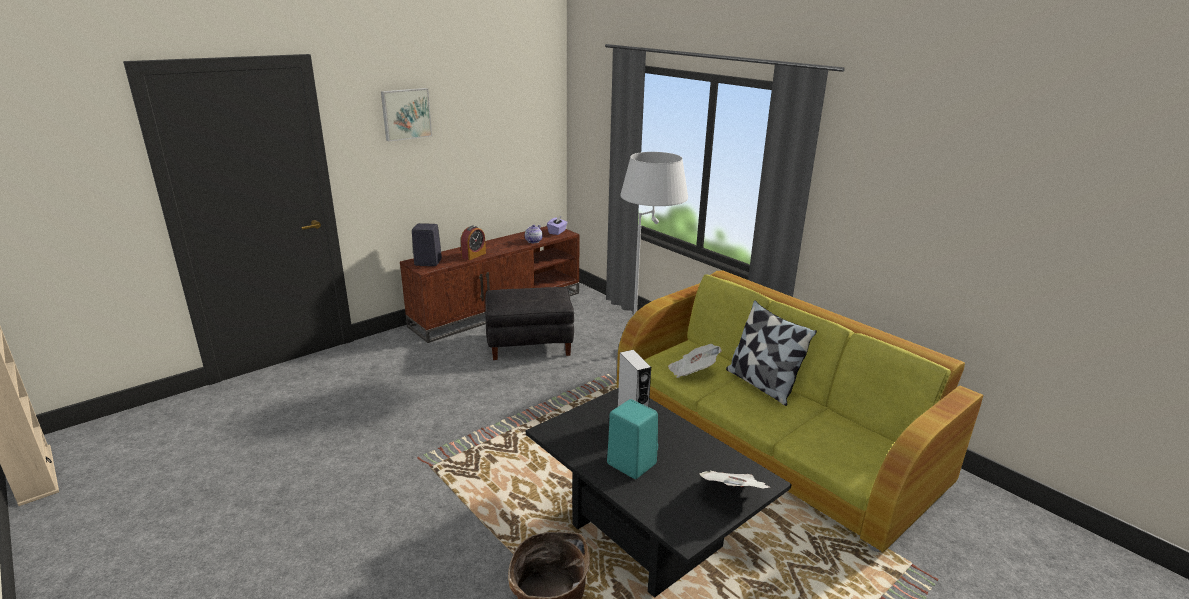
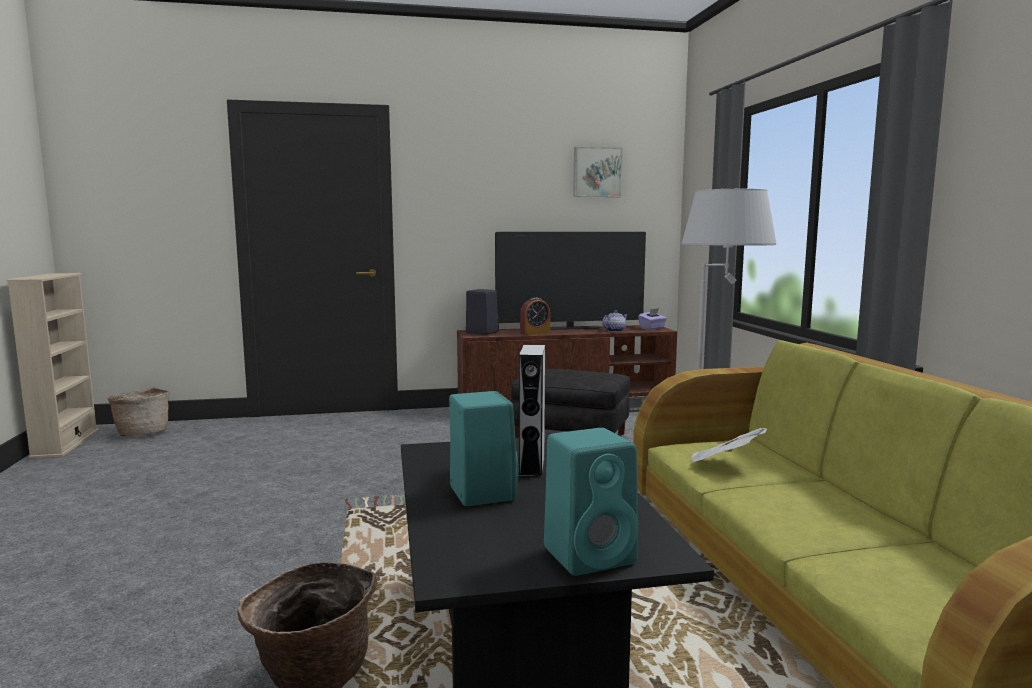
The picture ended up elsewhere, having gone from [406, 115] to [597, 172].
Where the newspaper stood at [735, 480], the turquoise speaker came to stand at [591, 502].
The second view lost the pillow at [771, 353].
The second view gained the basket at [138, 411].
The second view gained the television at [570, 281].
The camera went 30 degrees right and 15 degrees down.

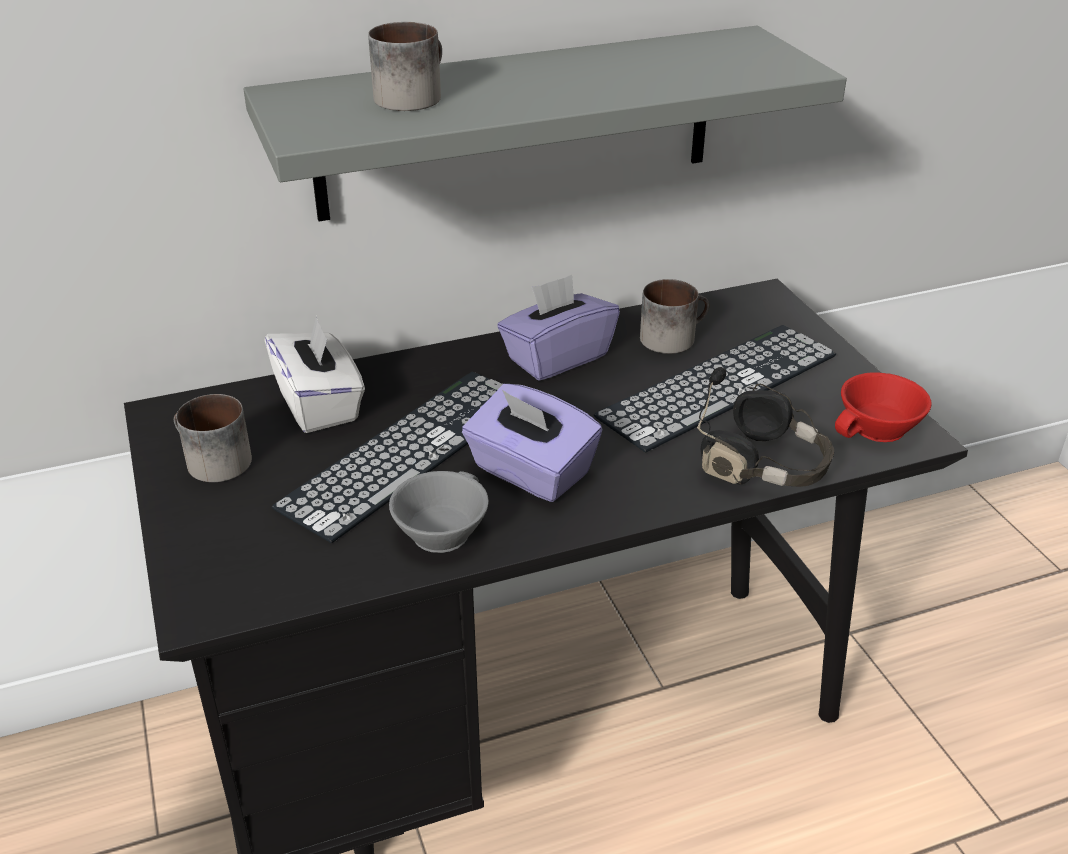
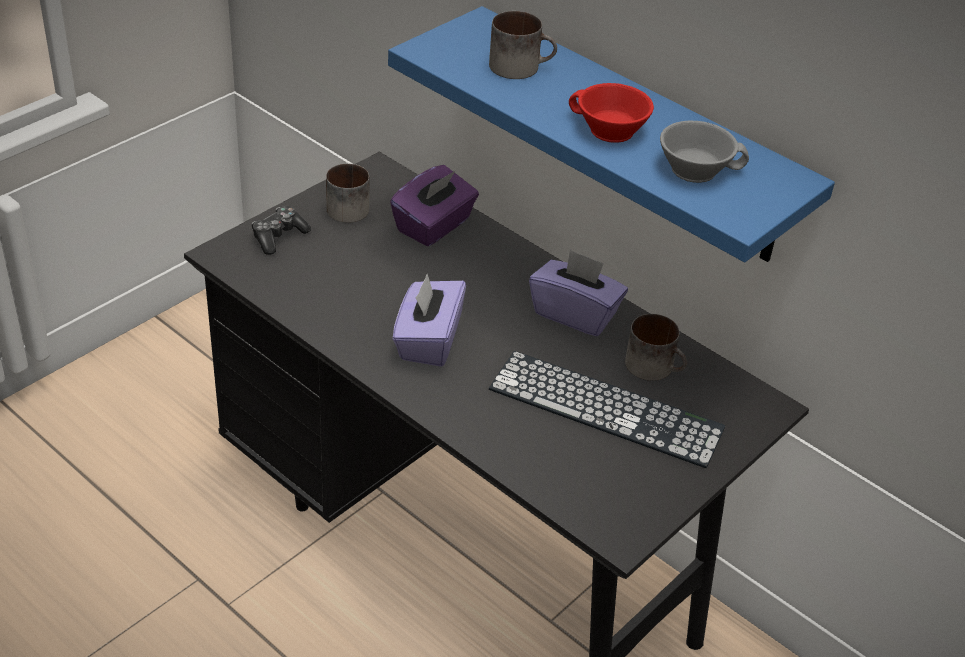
What was the grey shelf at [545, 123] turned into the blue shelf at [611, 134].
What was the white tissue box at [315, 374] turned into the purple tissue box at [434, 205].
The second view lost the keyboard at [387, 457].
The grey cup ended up elsewhere, having gone from [439, 512] to [704, 152].
The second view lost the black headphones at [765, 427].
The red cup ended up elsewhere, having gone from [883, 407] to [611, 113].
The second view gained the game controller at [281, 230].
The camera went 60 degrees right and 5 degrees up.

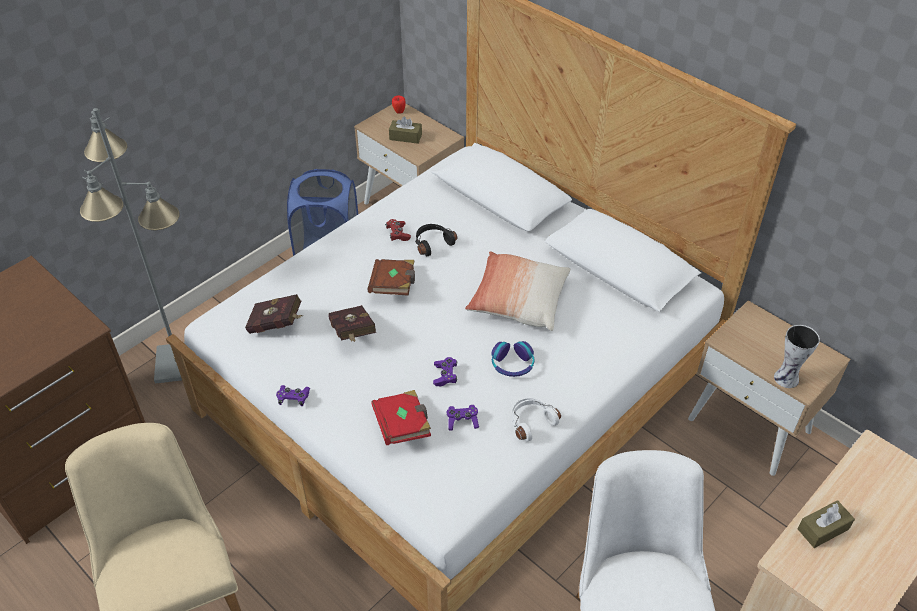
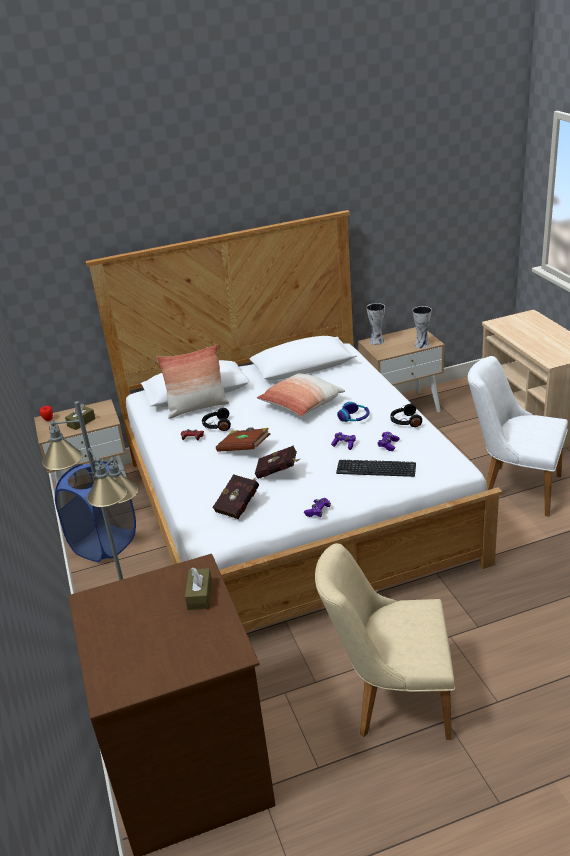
Where the red book stood at [401, 417], the keyboard came to stand at [376, 468].
What was the white headphones at [536, 420] turned into the black headphones at [406, 415].
The brown tissue box ended up elsewhere, having gone from [826, 524] to [198, 588].
The second view gained the pillow at [192, 381].
The second view gained the vase at [375, 324].
The camera went 60 degrees left and 15 degrees down.

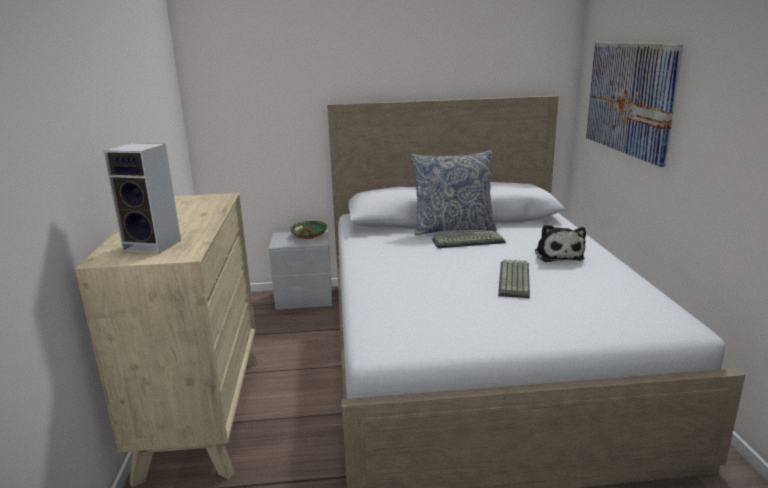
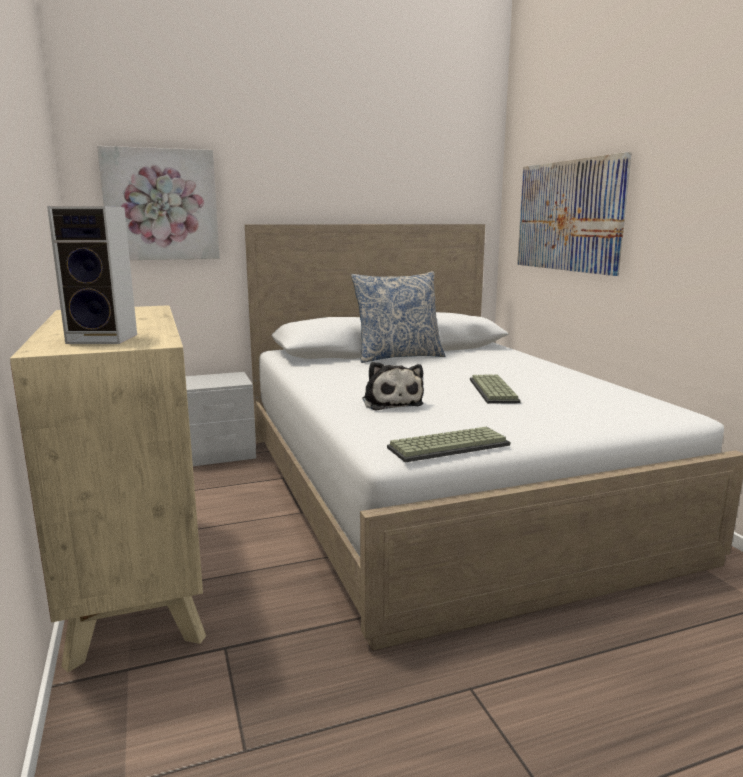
The second view lost the green bowl at [308, 230].
The keyboard ended up elsewhere, having gone from [469, 239] to [448, 444].
The plush toy ended up elsewhere, having gone from [560, 243] to [393, 386].
The second view gained the picture at [158, 203].
The camera went 15 degrees left and 5 degrees down.

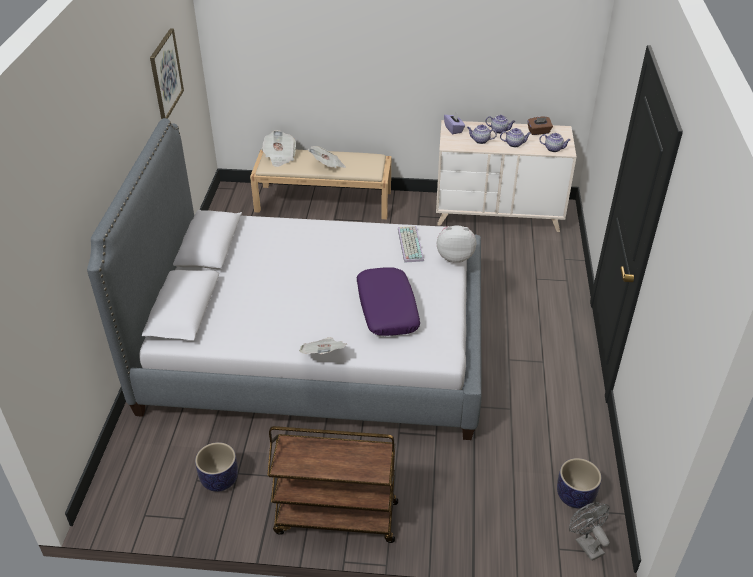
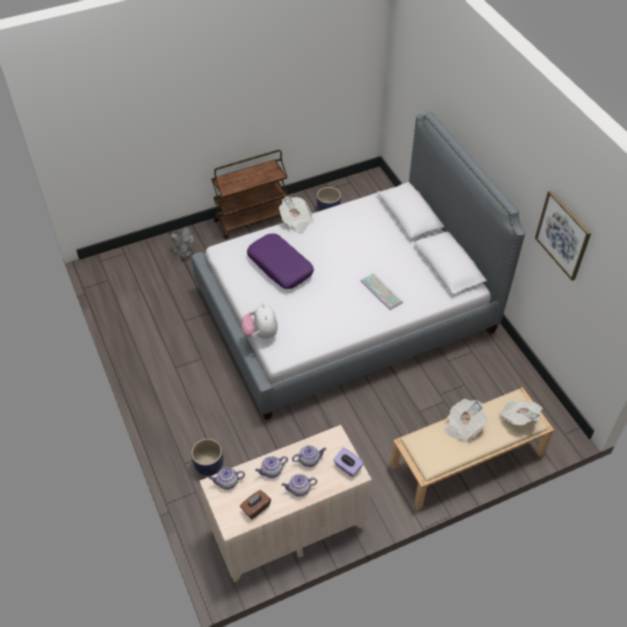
The keyboard ended up elsewhere, having gone from [411, 244] to [382, 291].
The plush toy at [456, 244] ended up facing another way, 105 degrees clockwise from before.
The planter ended up elsewhere, having gone from [579, 483] to [207, 457].
The grey fan ended up elsewhere, having gone from [589, 531] to [182, 243].
The camera went 150 degrees right and 10 degrees up.

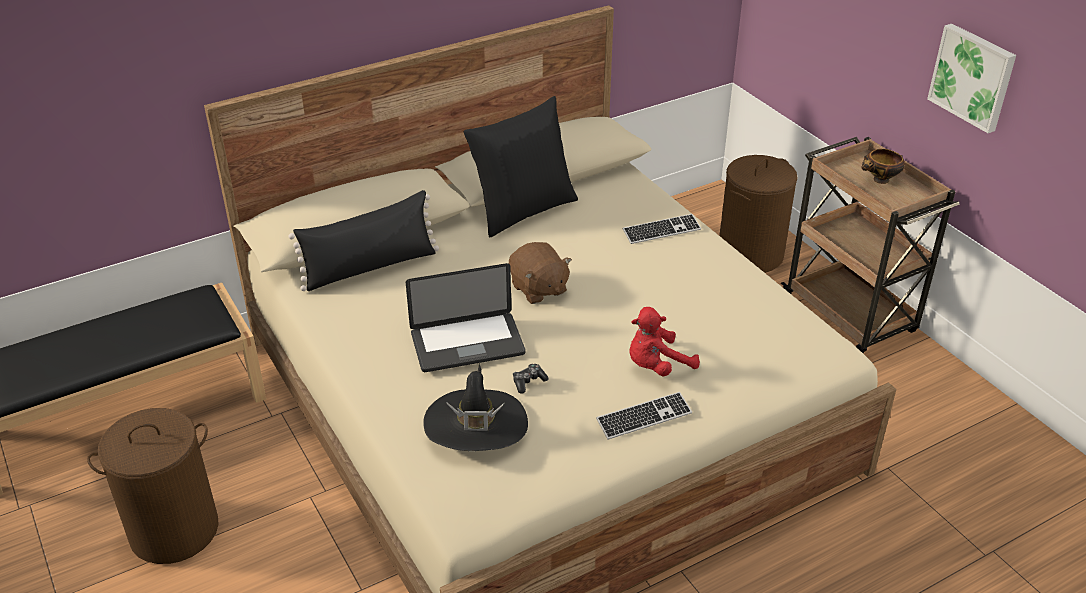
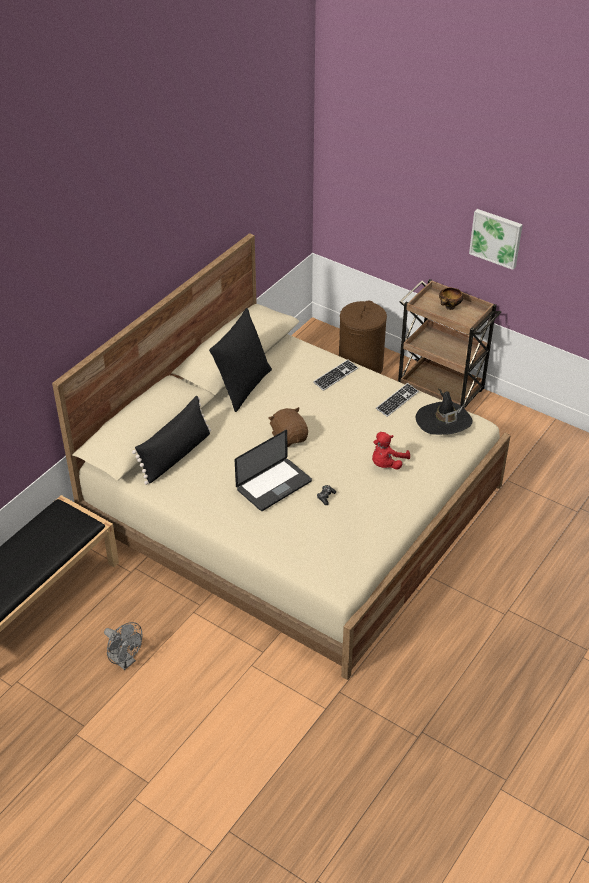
Where the brown laundry basket stood at [153, 486], the grey fan came to stand at [123, 646].
The black hat ended up elsewhere, having gone from [475, 407] to [444, 411].
The brown plush toy at [540, 273] ended up facing another way, 150 degrees counterclockwise from before.
The keyboard ended up elsewhere, having gone from [644, 415] to [397, 400].
The camera went 25 degrees left and 5 degrees up.

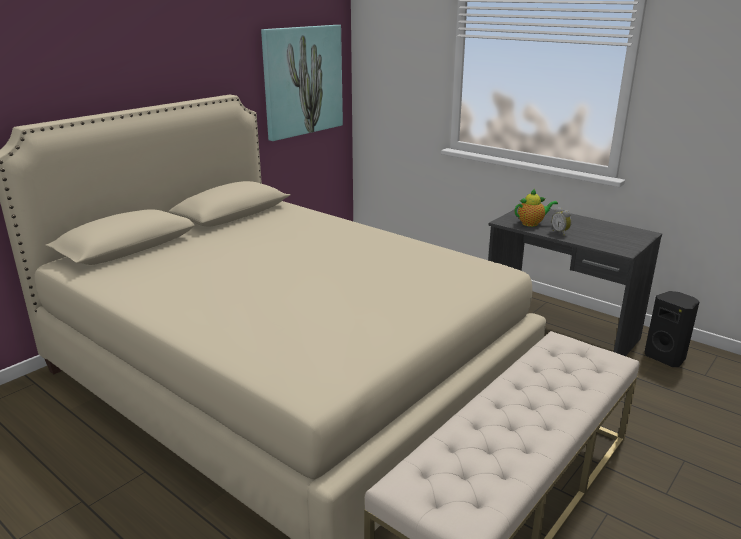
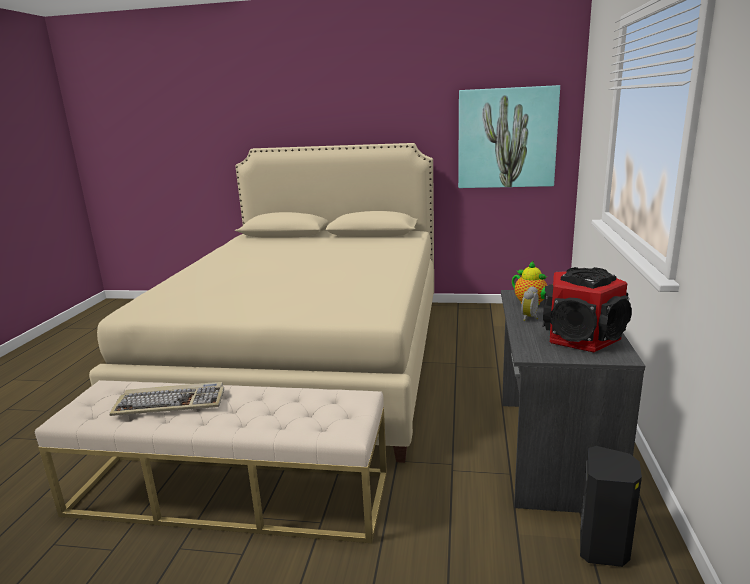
The second view gained the keyboard at [166, 399].
The second view gained the speaker at [587, 309].
The camera went 60 degrees right and 5 degrees down.

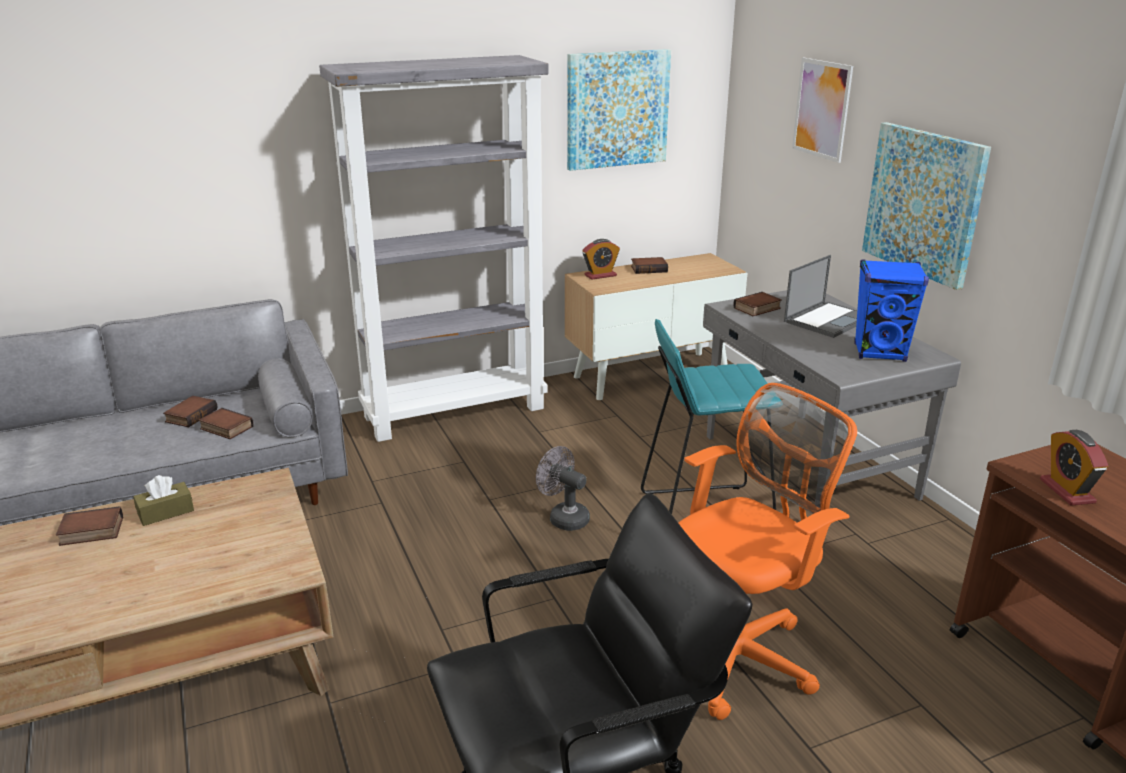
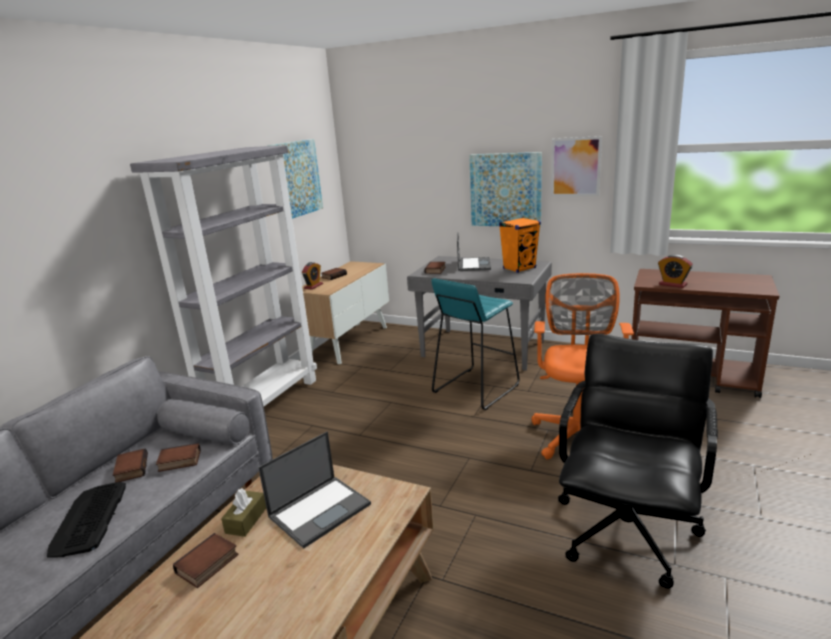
The second view lost the grey fan at [563, 488].
The picture ended up elsewhere, having gone from [822, 110] to [576, 166].
What was the blue speaker at [891, 310] turned into the orange speaker at [520, 245].
The second view gained the keyboard at [86, 520].
The second view gained the laptop at [314, 490].
The camera went 40 degrees left and 5 degrees down.

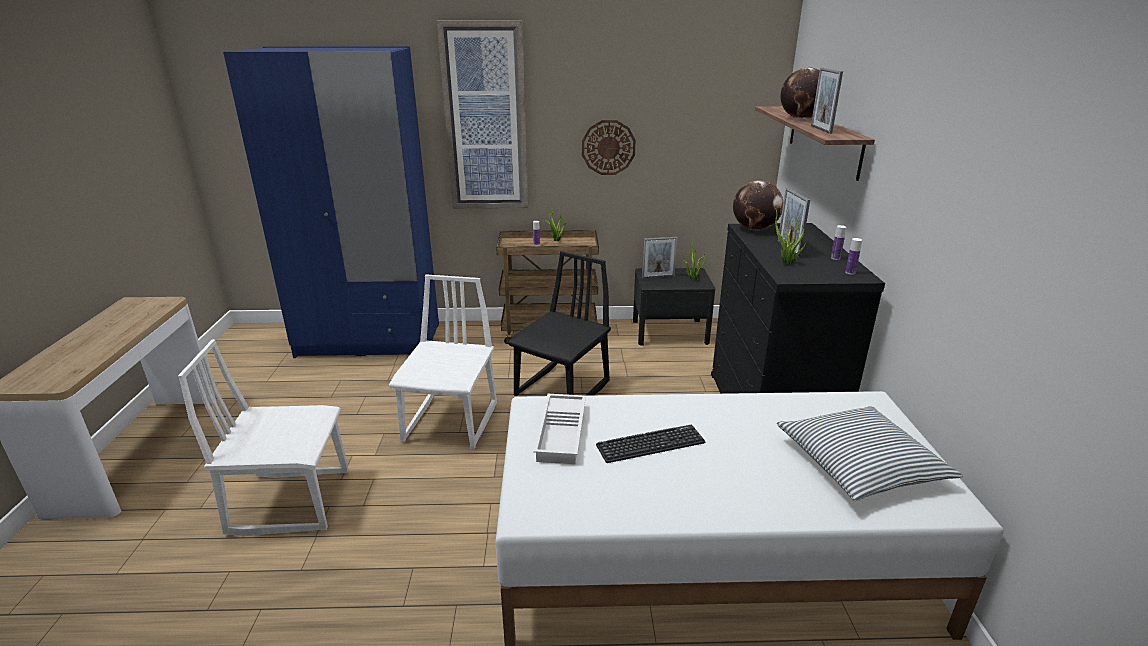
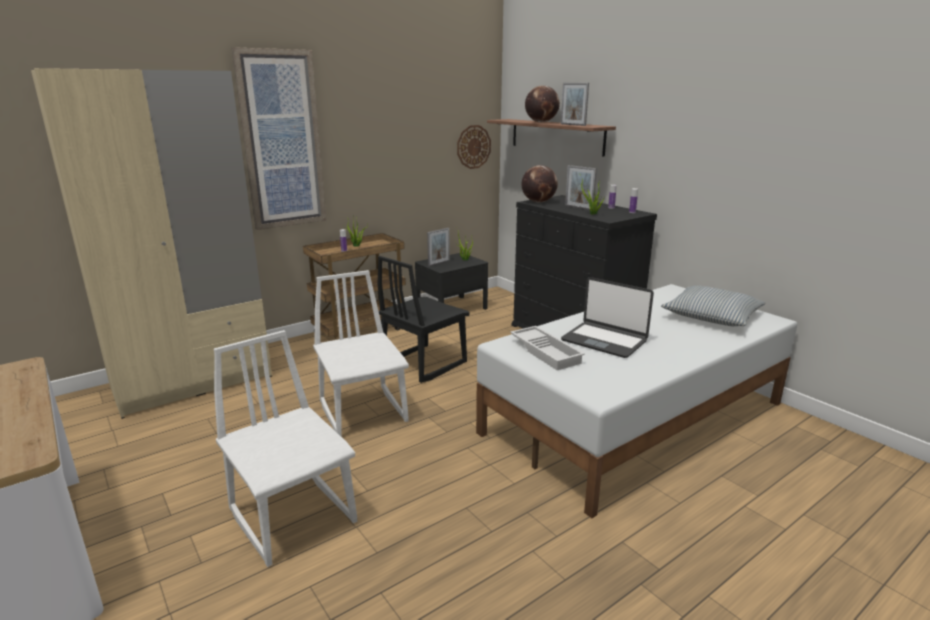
The white chair at [263, 437] ended up facing another way, 90 degrees clockwise from before.
What was the blue wardrobe at [331, 202] turned into the beige wardrobe at [151, 243].
The black chair at [559, 323] ended up facing another way, 135 degrees counterclockwise from before.
The wall clock ended up elsewhere, having gone from [609, 147] to [474, 147].
Where the keyboard stood at [650, 444], the laptop came to stand at [607, 317].
The camera went 35 degrees left and 5 degrees down.

